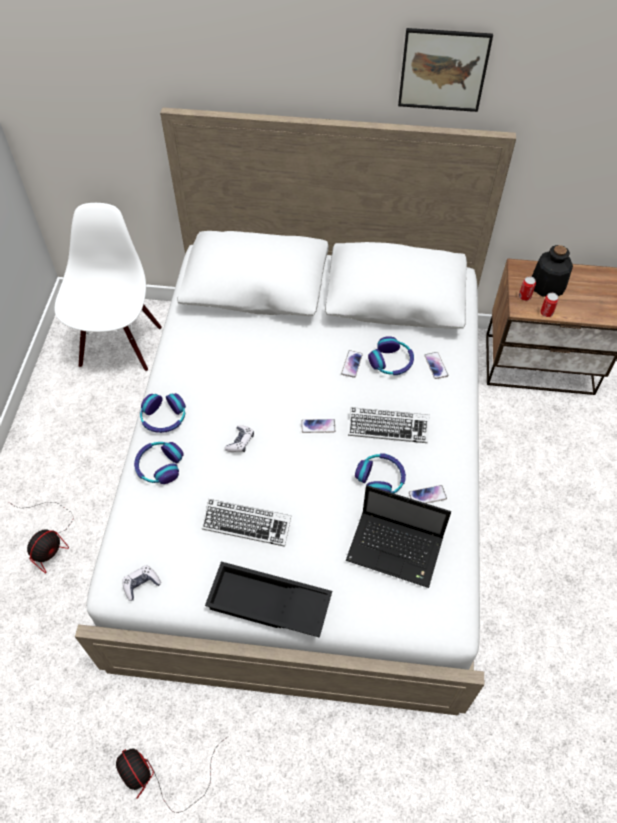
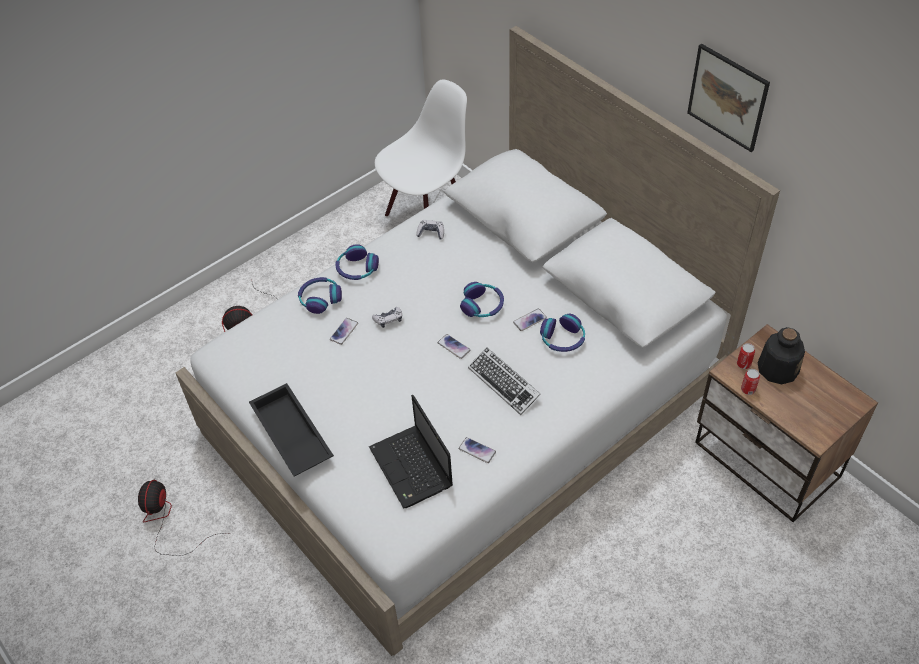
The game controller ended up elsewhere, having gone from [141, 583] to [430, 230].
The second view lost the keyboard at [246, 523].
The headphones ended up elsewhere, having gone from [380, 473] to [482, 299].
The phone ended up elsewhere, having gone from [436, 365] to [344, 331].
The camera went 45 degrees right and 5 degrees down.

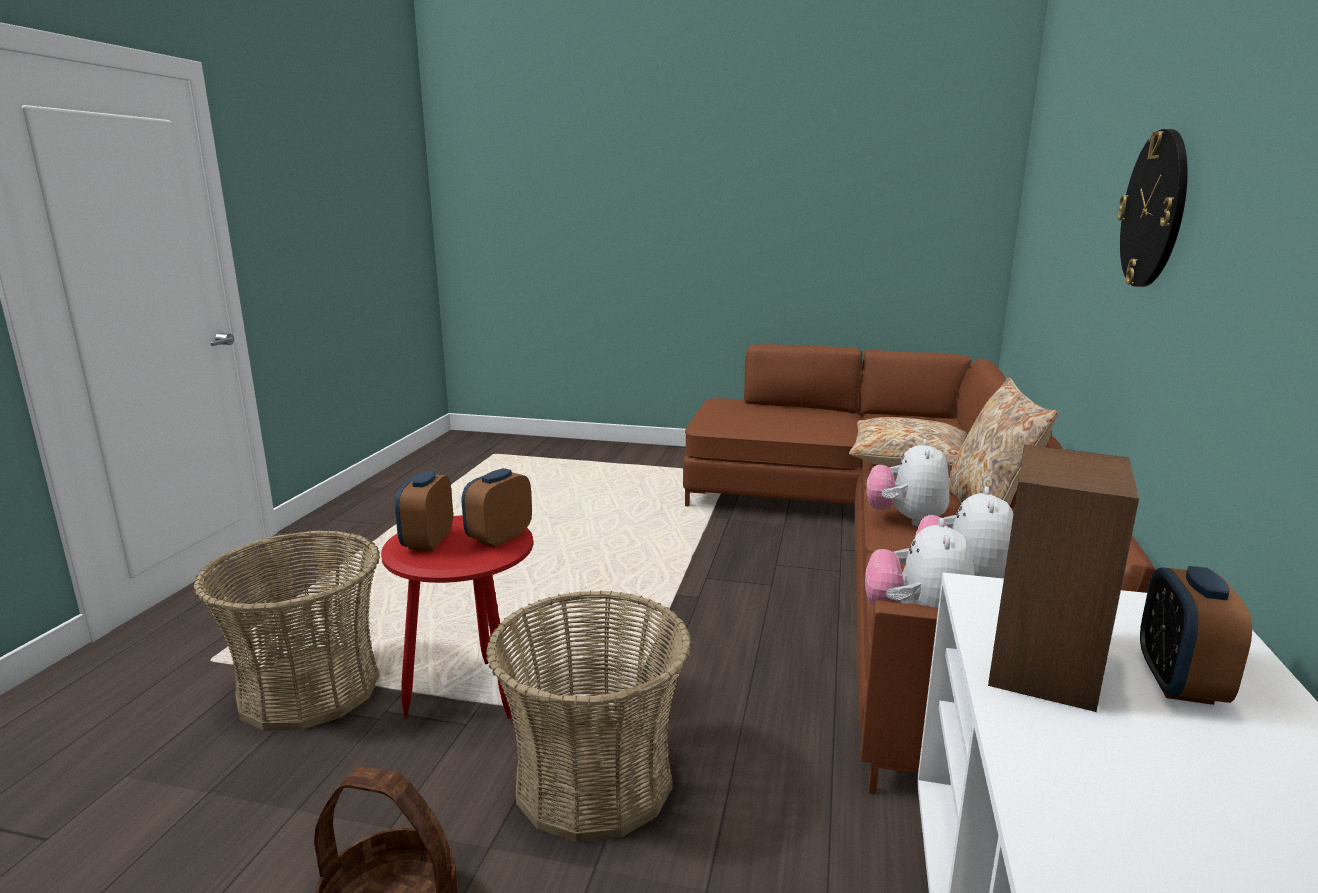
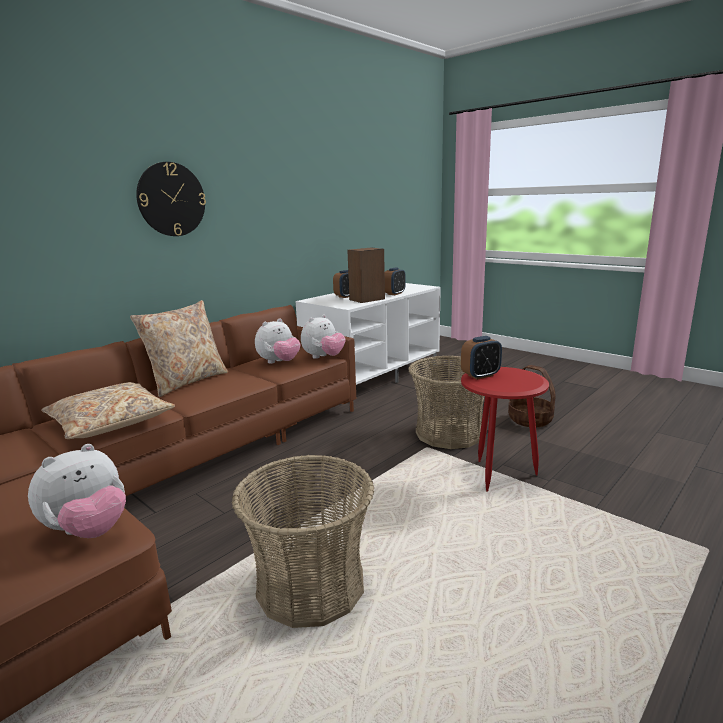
The basket ended up elsewhere, having gone from [286, 630] to [303, 541].
The alarm clock ended up elsewhere, having gone from [424, 511] to [395, 281].
The plush toy ended up elsewhere, having gone from [908, 483] to [77, 491].
The camera went 150 degrees left and 0 degrees up.

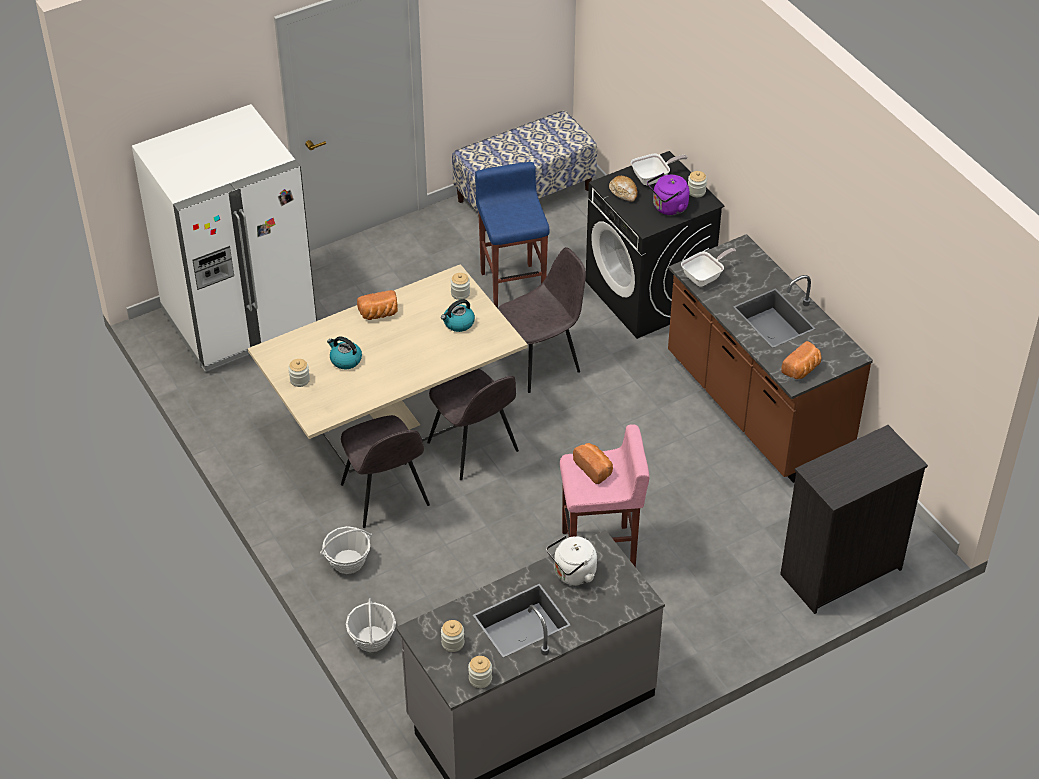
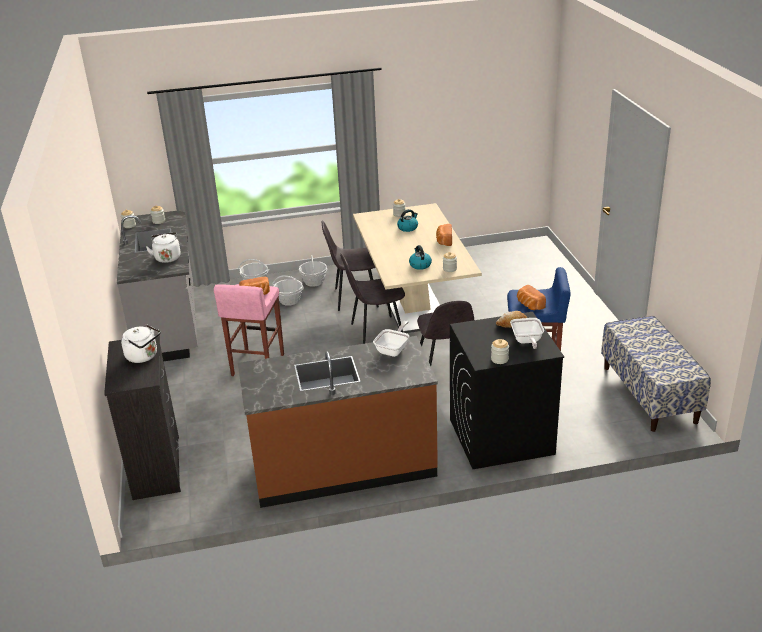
The second view lost the white fridge at [224, 238].
The second view lost the purple kettle at [668, 194].
The frying pan at [708, 267] ended up facing another way, 135 degrees counterclockwise from before.
The bread ended up elsewhere, having gone from [801, 360] to [531, 297].
The second view gained the white kettle at [141, 343].
The second view gained the basket at [288, 290].
The camera went 110 degrees right and 15 degrees down.

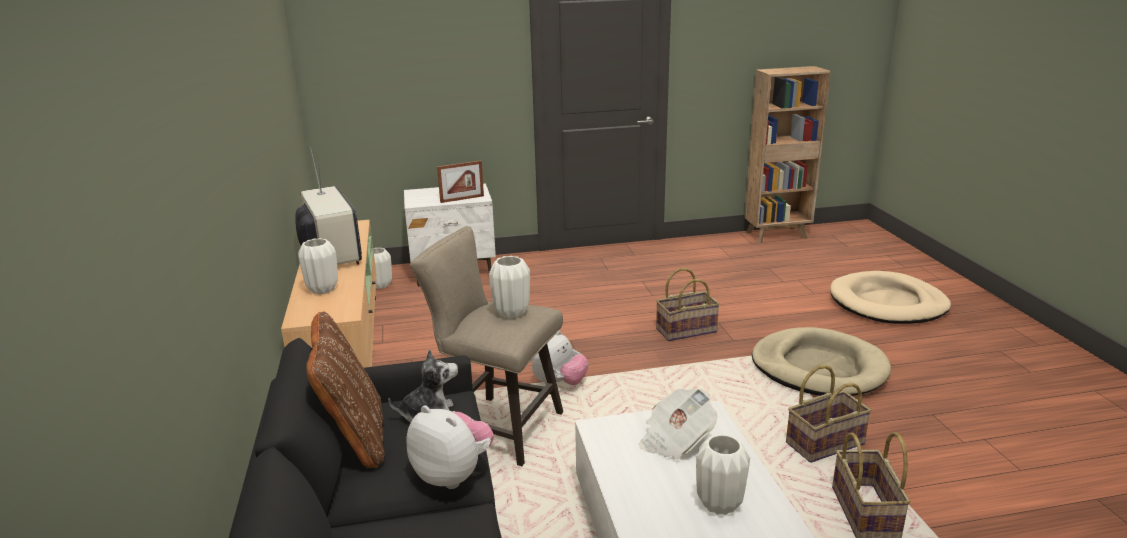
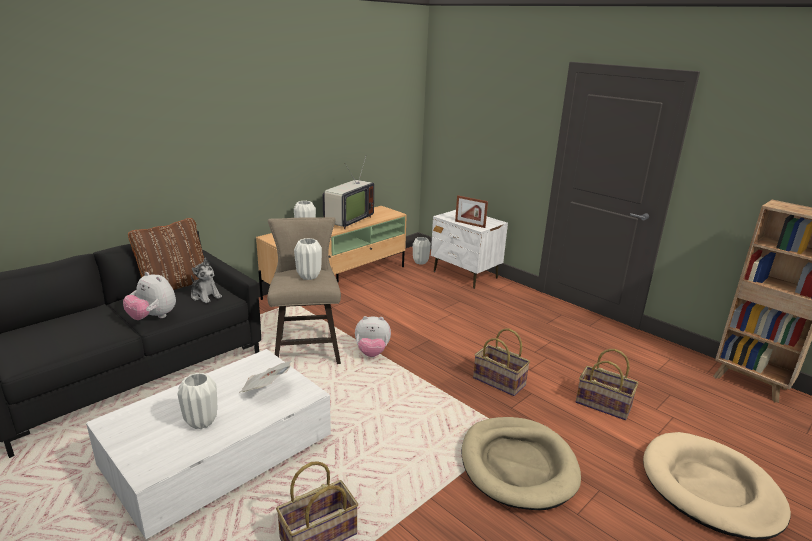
The plush toy at [450, 447] ended up facing another way, 120 degrees clockwise from before.
The basket ended up elsewhere, having gone from [829, 414] to [607, 384].
The camera went 55 degrees right and 0 degrees up.

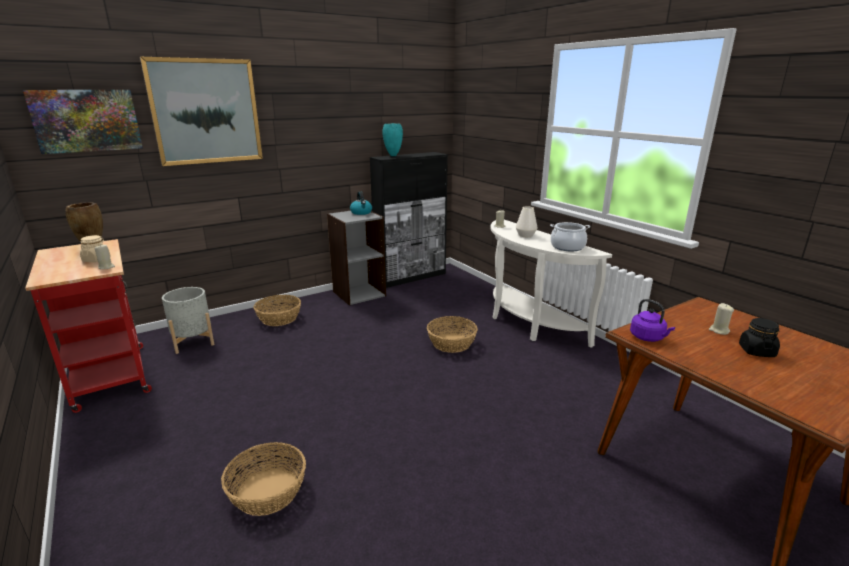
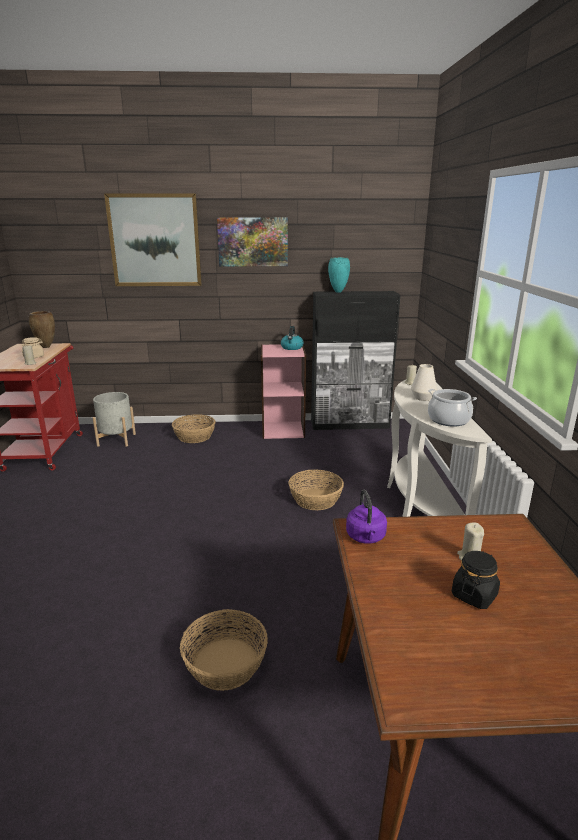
The picture ended up elsewhere, having gone from [83, 122] to [252, 242].
The basket ended up elsewhere, having gone from [263, 479] to [224, 650].
What was the grey bookcase at [356, 258] turned into the pink bookcase at [283, 391].
The camera went 30 degrees right and 0 degrees up.

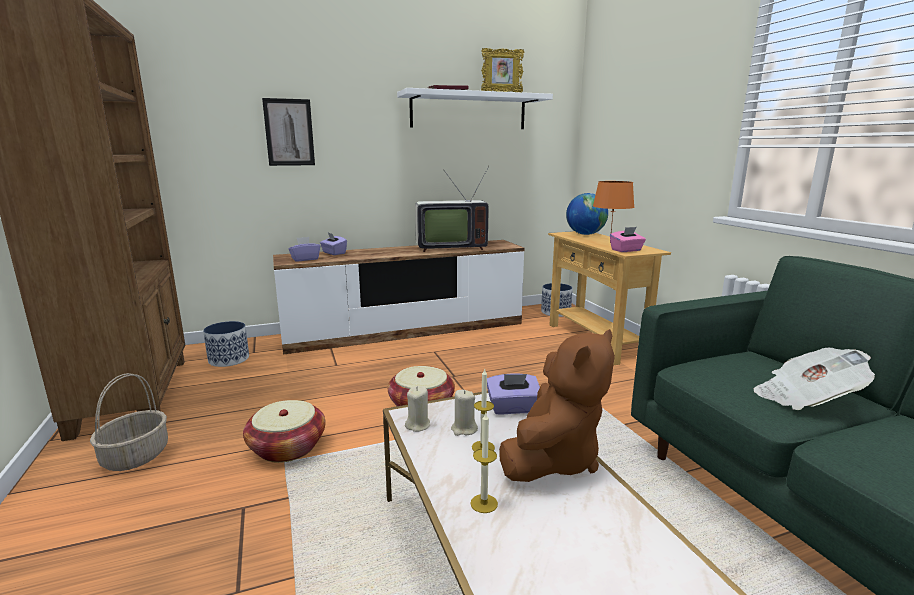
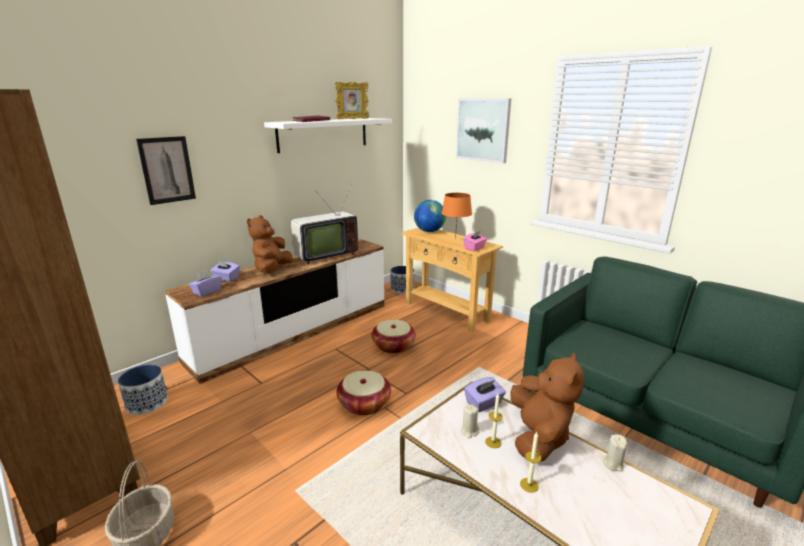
The basket ended up elsewhere, having gone from [284, 431] to [394, 336].
The beige candle ended up elsewhere, having gone from [417, 409] to [615, 453].
The second view lost the newspaper at [814, 378].
The second view gained the brown plush toy at [270, 244].
The second view gained the picture at [483, 130].
The camera went 25 degrees left and 5 degrees up.

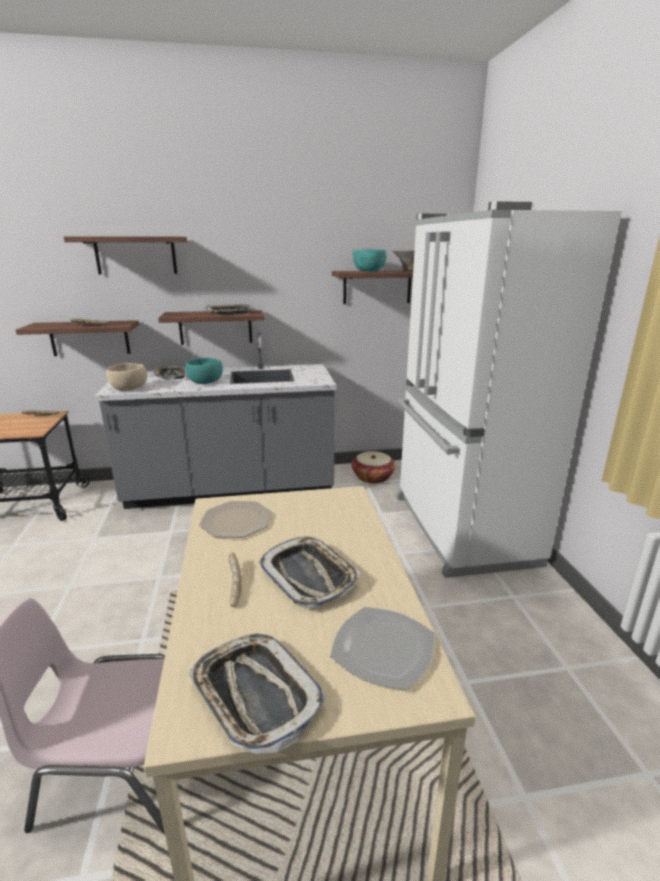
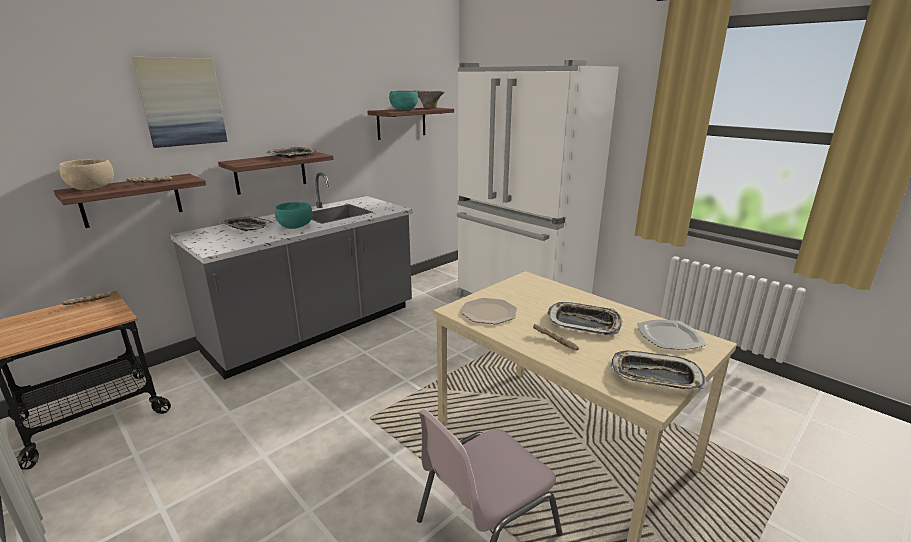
Where the shelf hung at [125, 255], the picture came to hang at [180, 102].
The beige bowl ended up elsewhere, having gone from [127, 377] to [86, 174].
The second view lost the basket at [374, 467].
The camera went 35 degrees left and 0 degrees up.

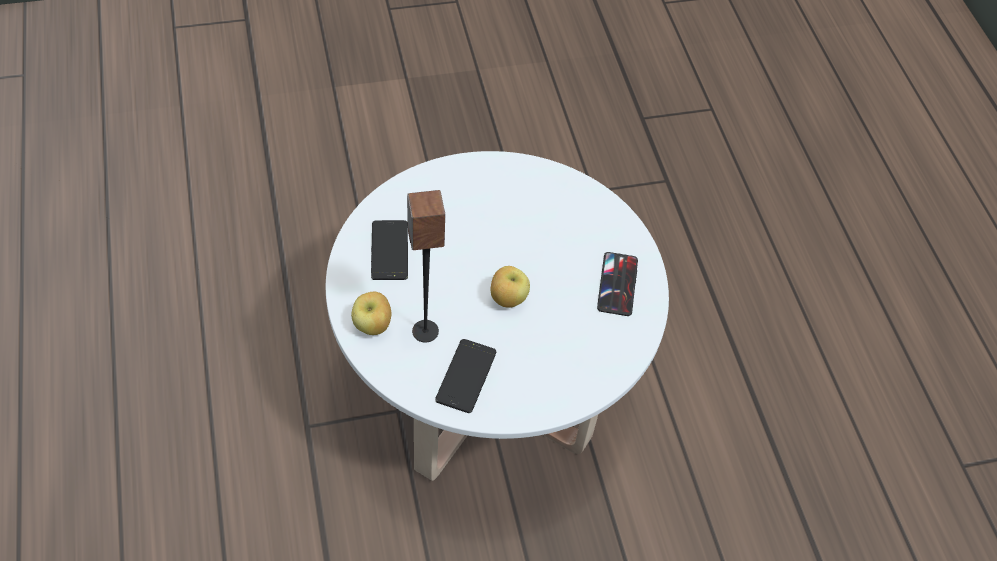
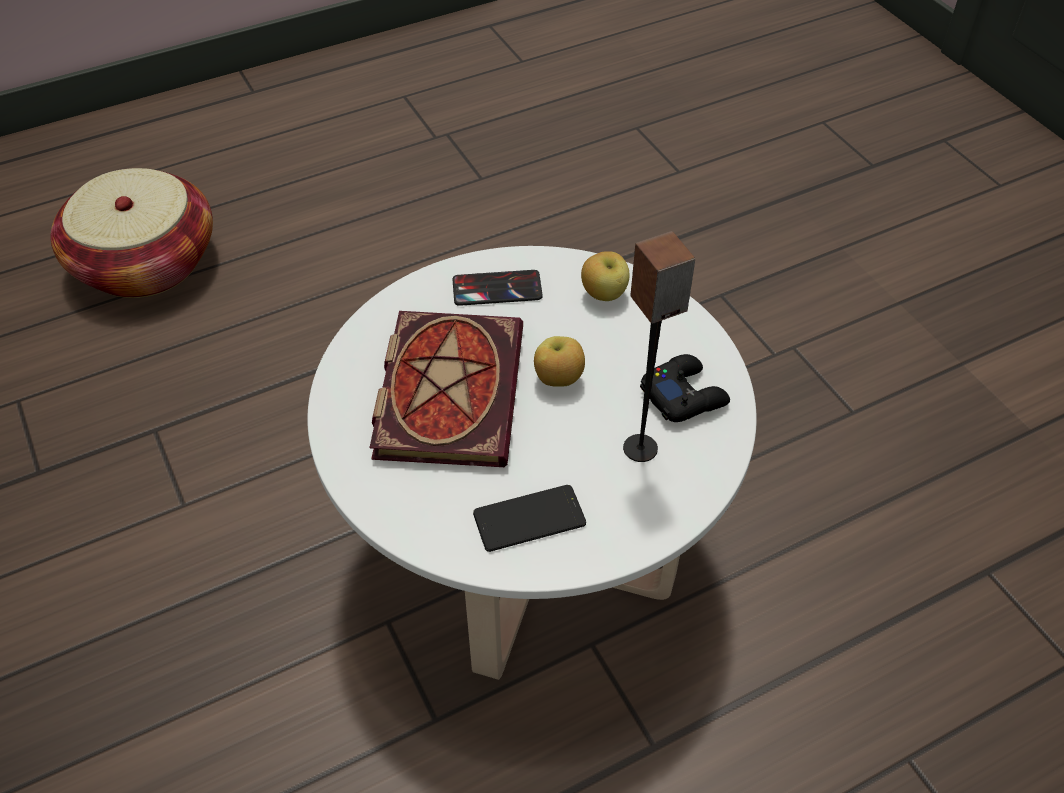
The apple ended up elsewhere, having gone from [371, 313] to [605, 276].
Where the phone stood at [465, 376], the black game controller came to stand at [685, 388].
The second view gained the basket at [131, 233].
The second view gained the book at [446, 389].
The camera went 100 degrees left and 5 degrees down.

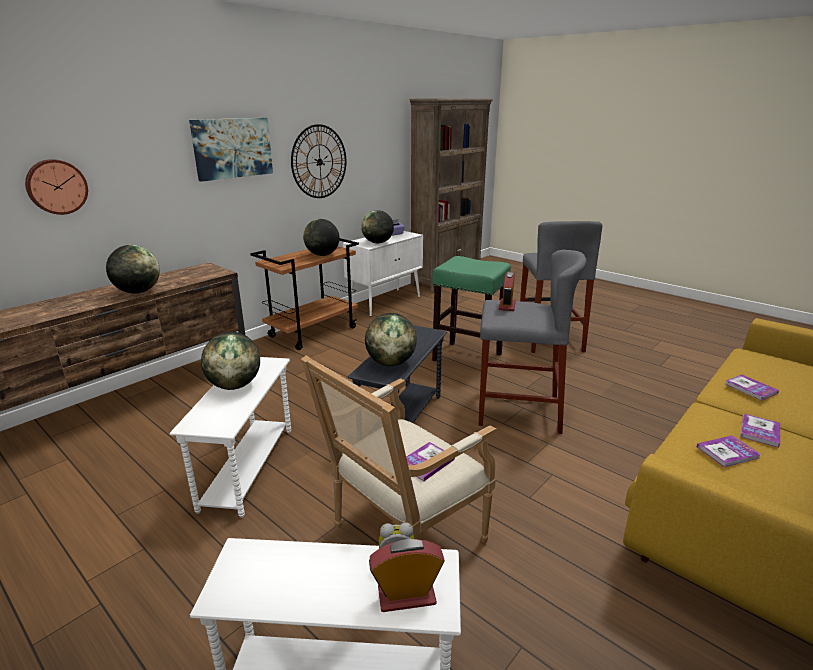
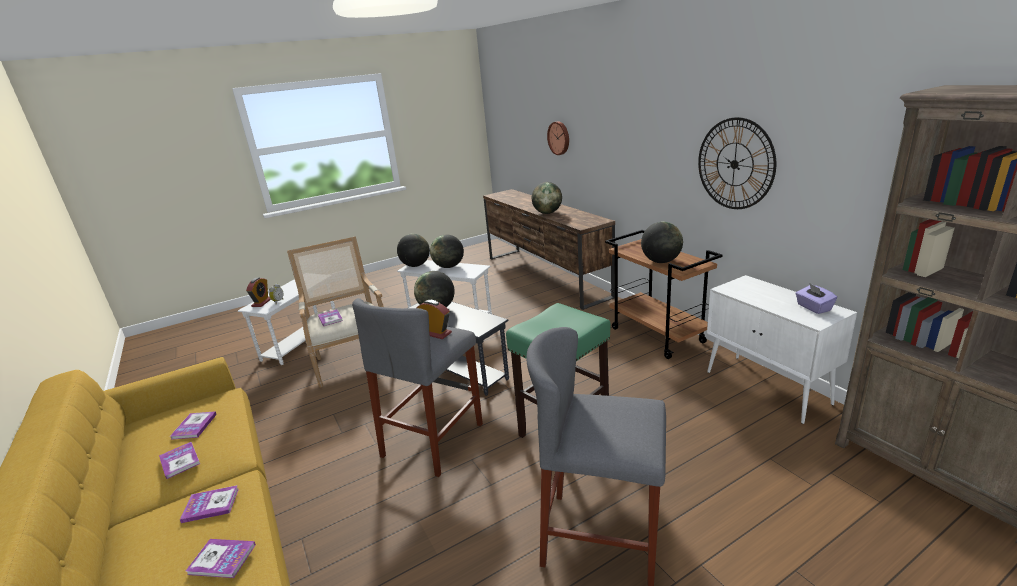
The second view lost the picture at [231, 150].
The globe ended up elsewhere, having gone from [377, 226] to [413, 250].
The second view gained the book at [221, 558].
The camera went 110 degrees right and 0 degrees up.

